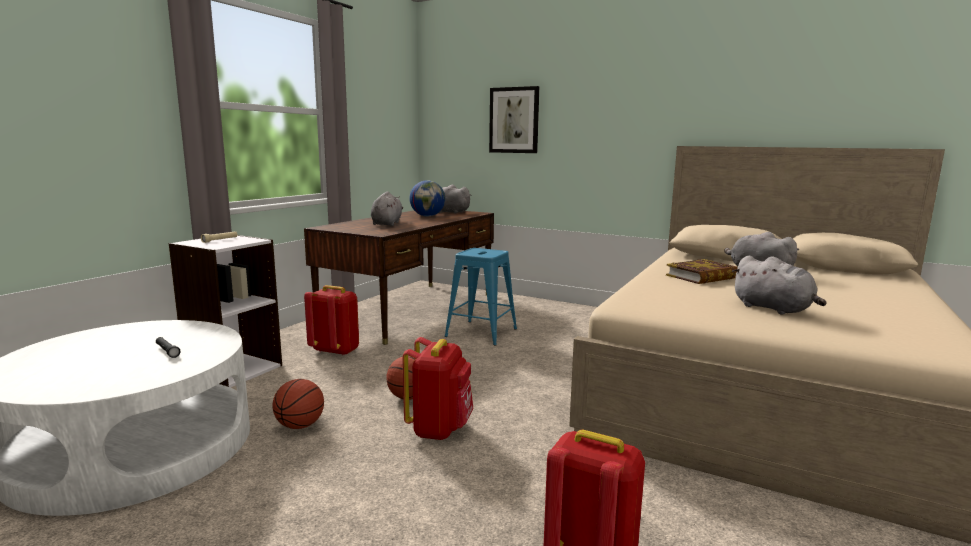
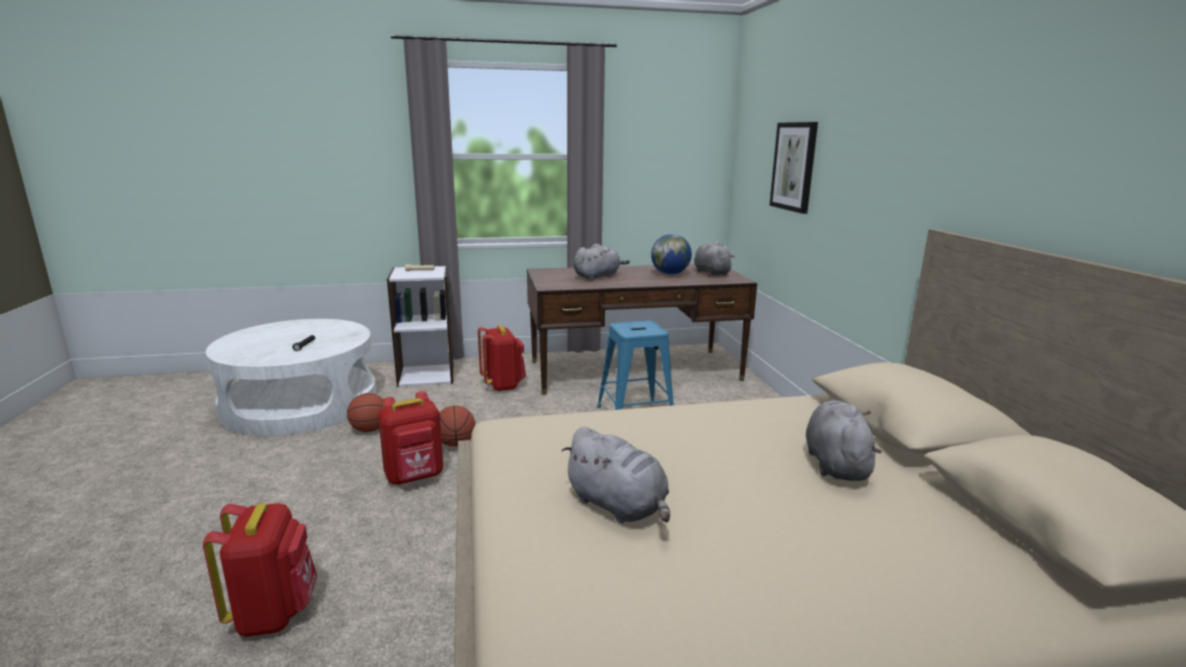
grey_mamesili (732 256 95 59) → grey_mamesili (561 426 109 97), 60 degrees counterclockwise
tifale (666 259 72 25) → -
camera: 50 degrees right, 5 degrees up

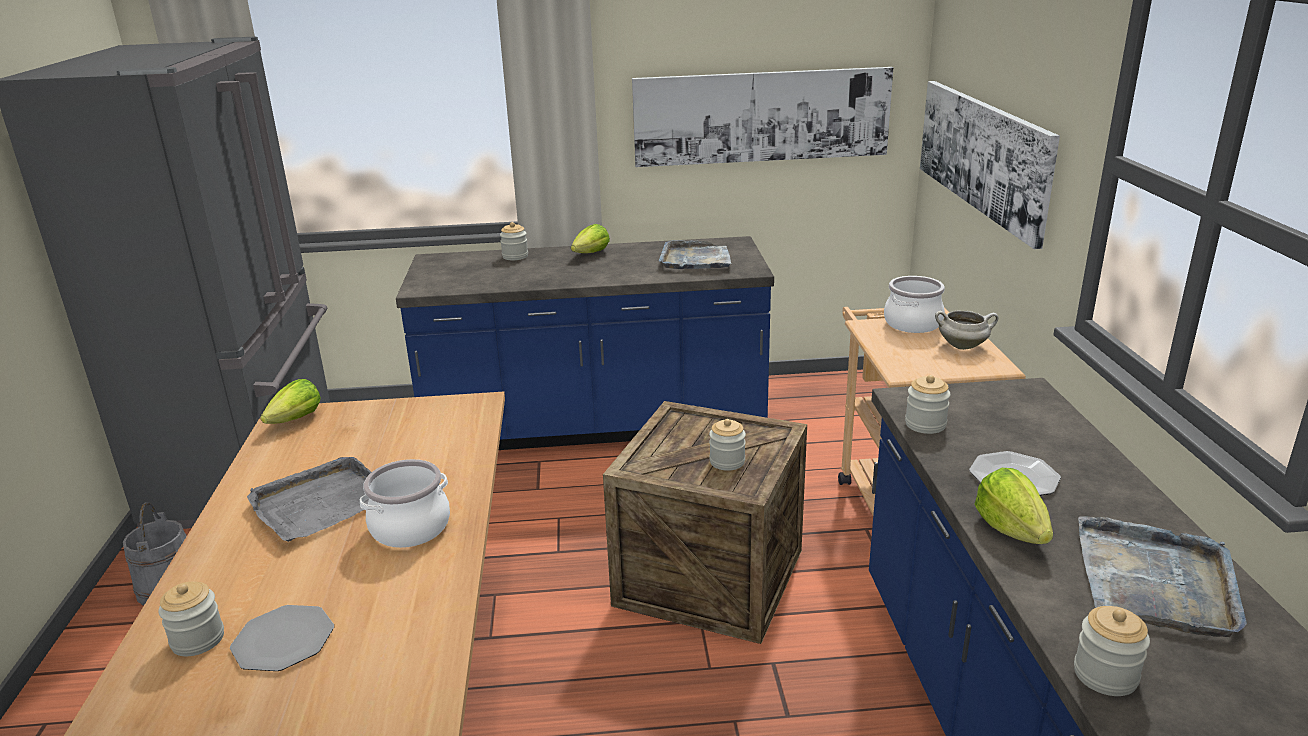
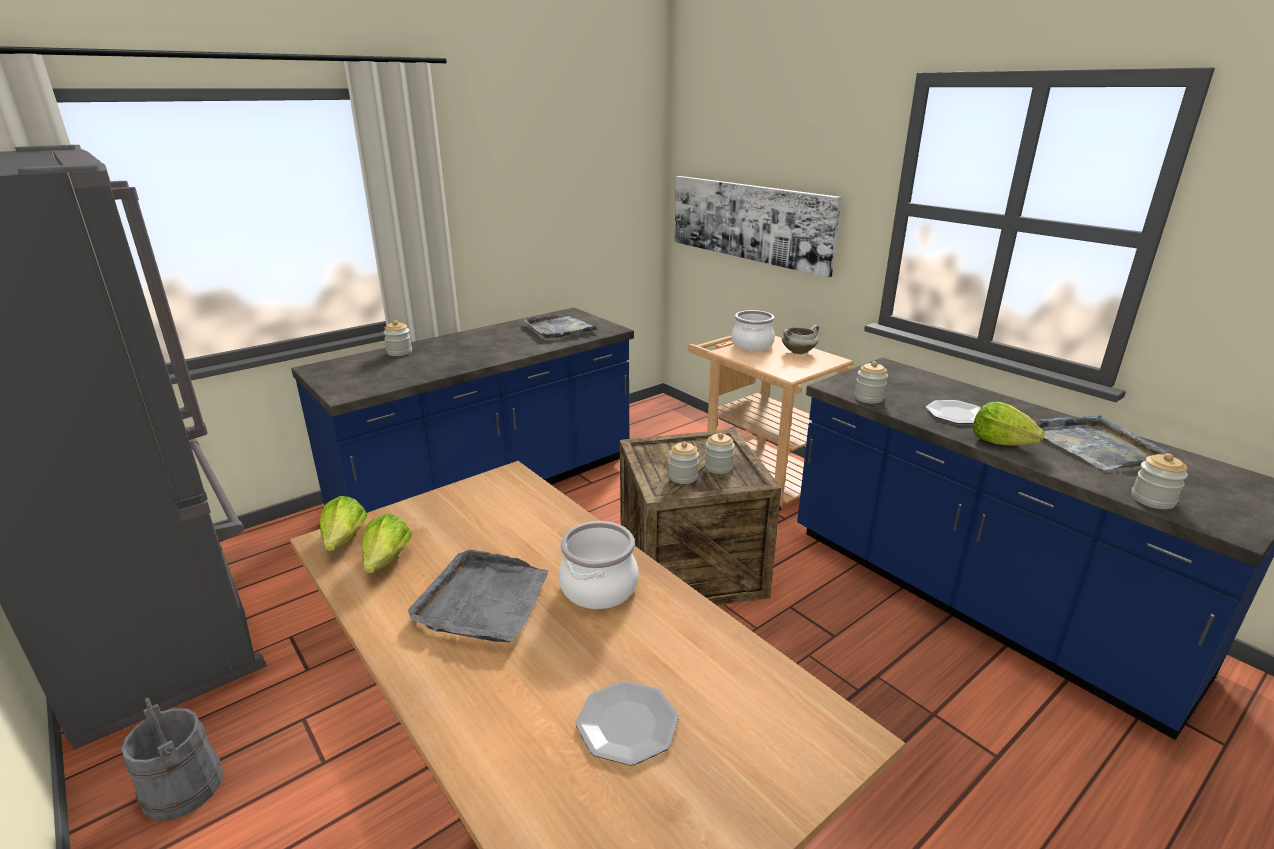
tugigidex (571 224 39 29) → tugigidex (362 514 50 59), shifted
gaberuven (159 582 65 74) → gaberuven (669 442 30 42), shifted
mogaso (632 67 261 100) → -
camera: 35 degrees left, 0 degrees up

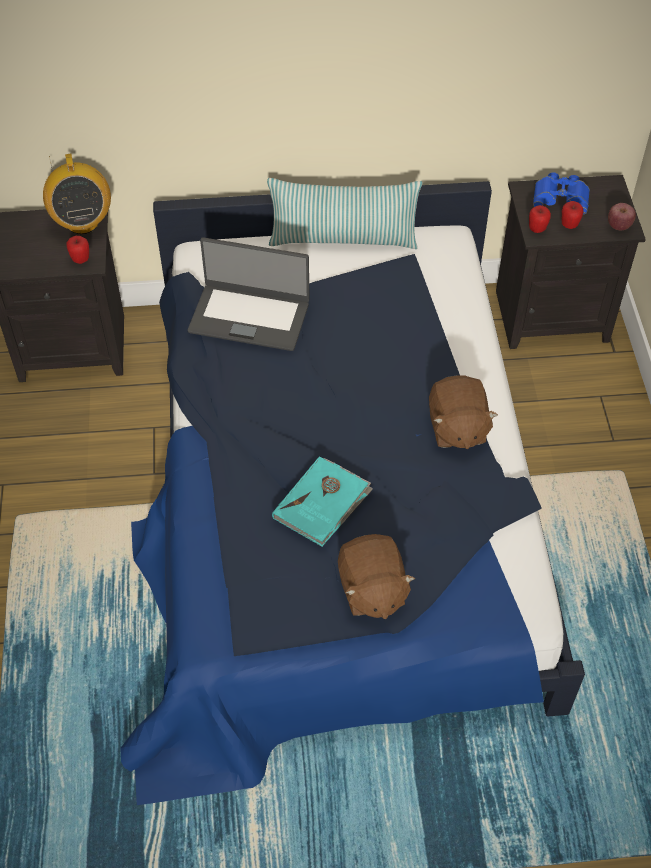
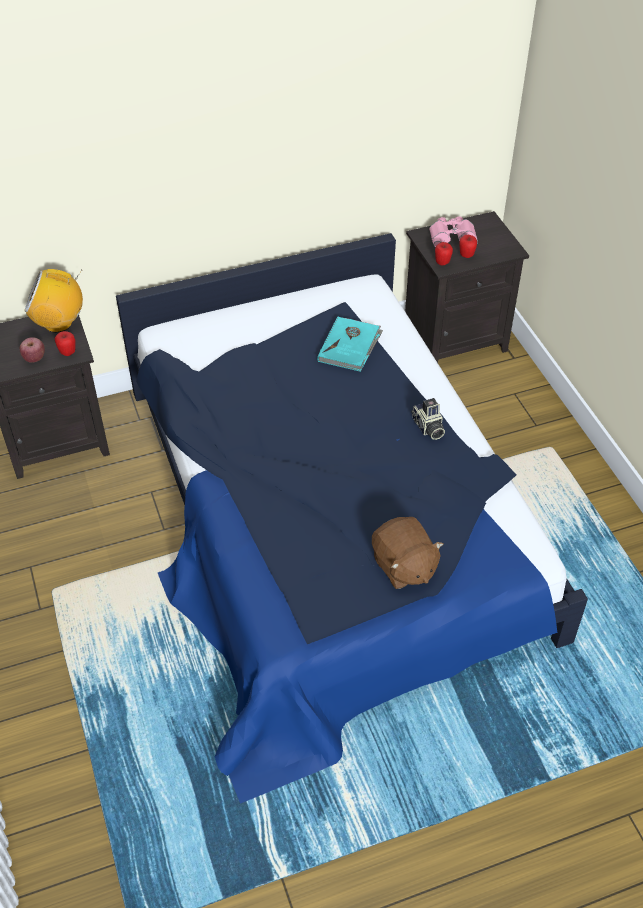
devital (608 203 28 27) → devital (20 337 25 26), shifted
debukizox (43 154 68 80) → debukizox (25 269 58 64), 120 degrees clockwise
turquoise_tifale (272 456 101 91) → turquoise_tifale (317 317 66 55), shifted
brown_mamesili (429 375 69 74) → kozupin (411 398 34 42)
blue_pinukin (533 172 57 43) → pink_pinukin (429 216 49 31)
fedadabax (188 237 122 114) → -
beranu (267 178 155 71) → -
camera: 15 degrees left, 5 degrees down

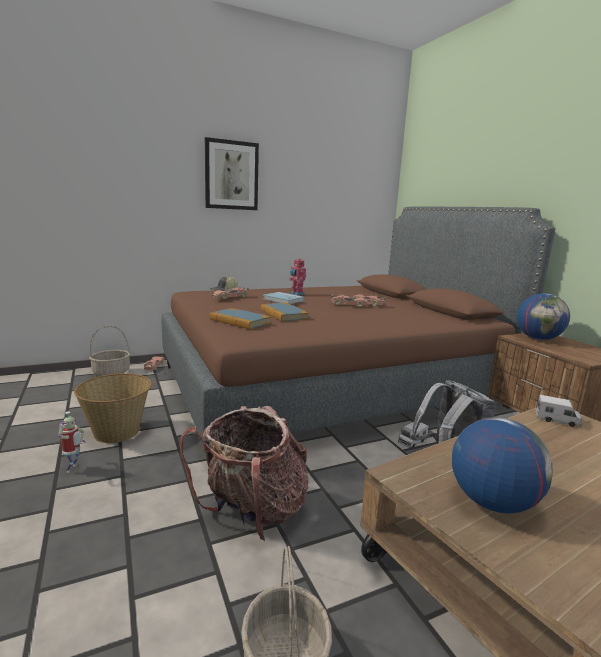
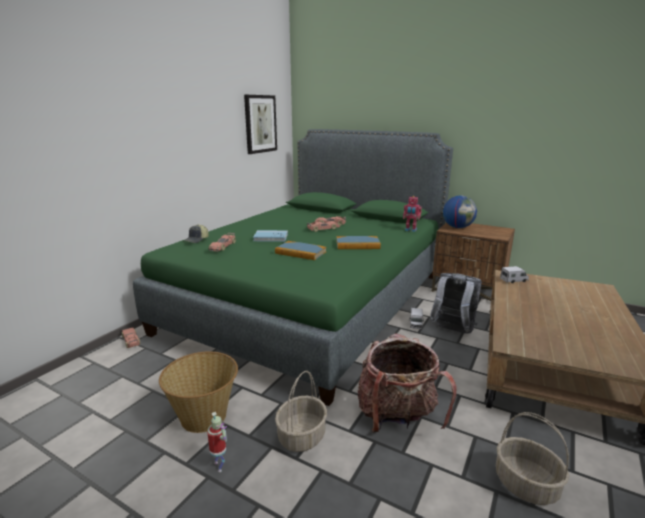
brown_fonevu (162 207 393 260) → green_fonevu (133 129 320 277)
mogaso (205 137 54 73) → mogaso (244 95 33 59), shifted
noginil (89 325 42 51) → noginil (275 371 52 81), shifted
tifale (210 308 61 21) → tifale (336 236 45 13), shifted
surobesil (289 258 17 37) → surobesil (403 196 19 36), shifted
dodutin (452 417 101 96) → -
camera: 35 degrees left, 5 degrees up

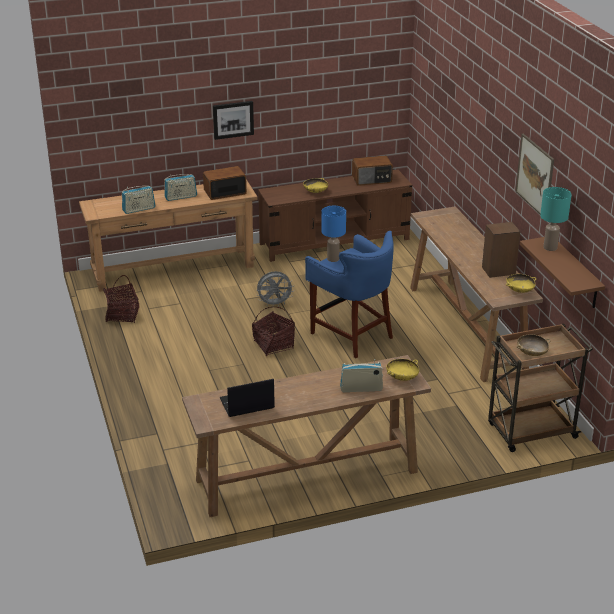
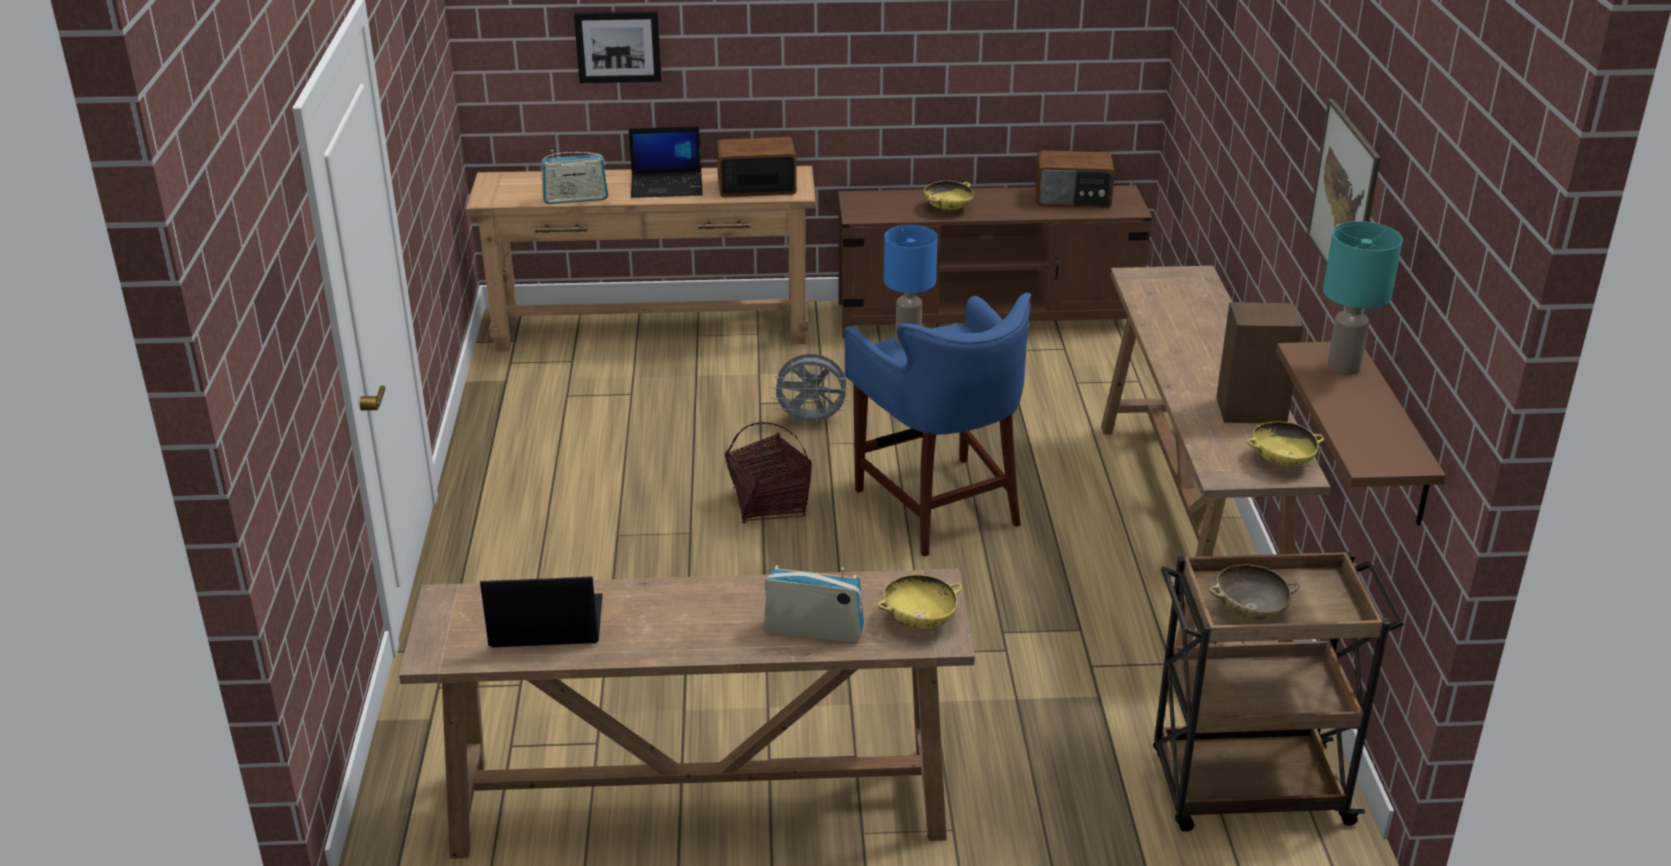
mogaso (213 101 41 39) → mogaso (574 11 88 72), shifted
debukizox (164 174 33 27) → fedadabax (629 126 74 72)
noginil (103 275 36 48) → -
camera: 15 degrees right, 0 degrees up

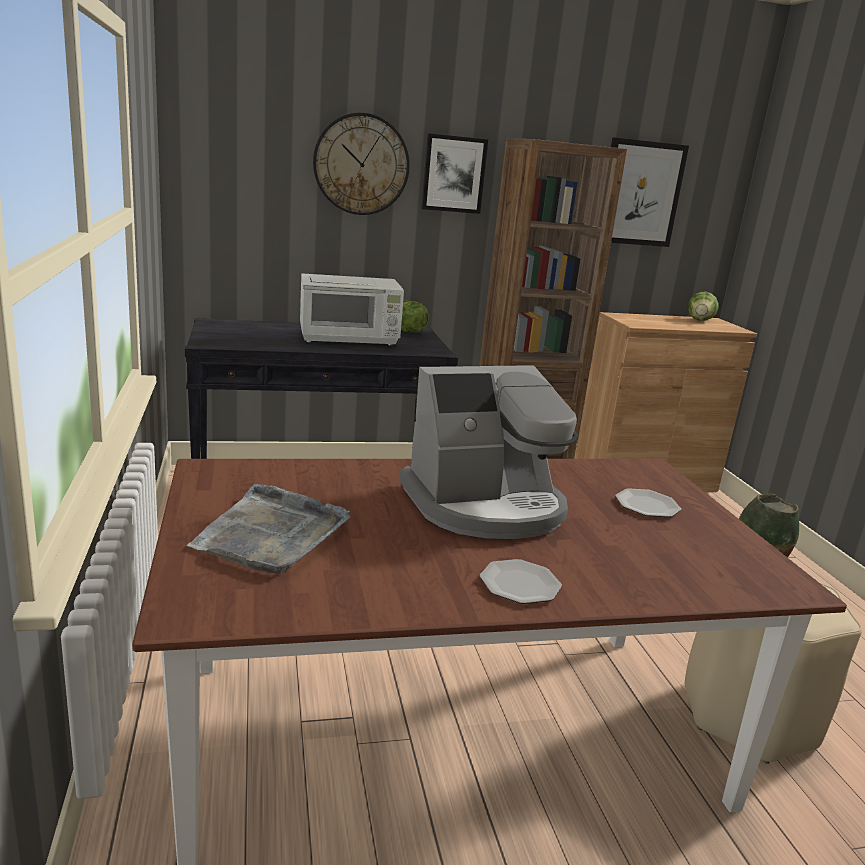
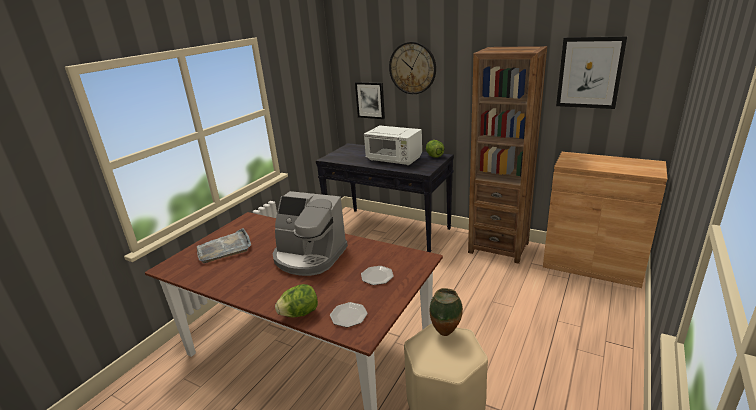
tugigidex (688 292 31 29) → tugigidex (275 284 43 33), shifted
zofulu (480 559 82 45) → zofulu (330 302 38 25), shifted
mogaso (421 133 67 81) → mogaso (355 82 30 37), shifted
camera: 45 degrees right, 5 degrees up

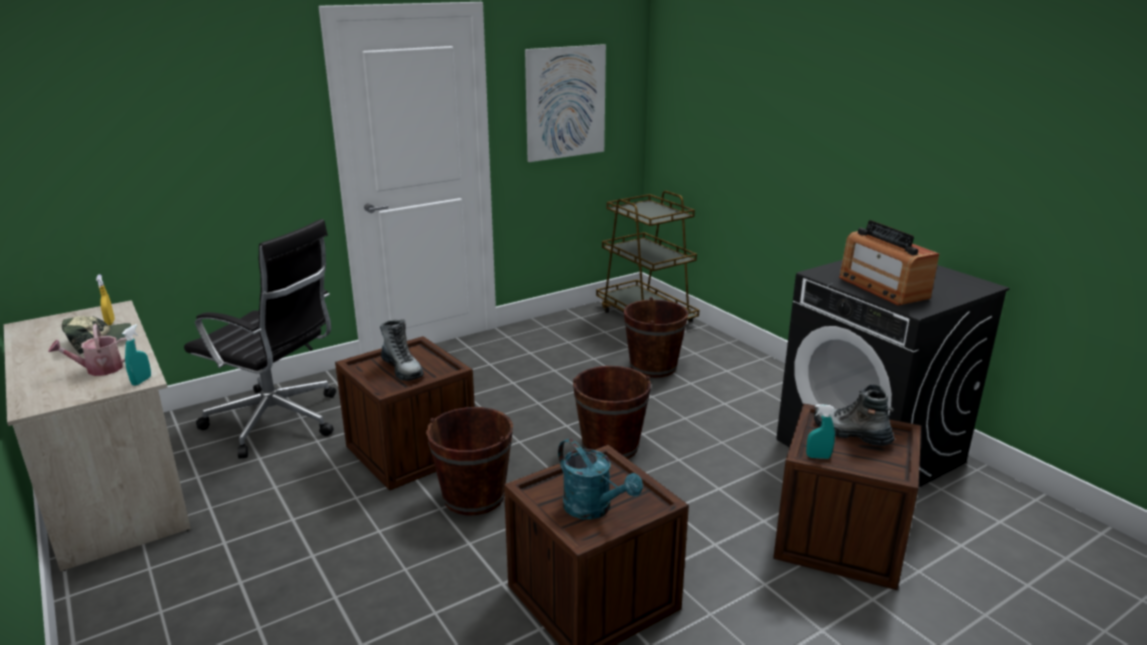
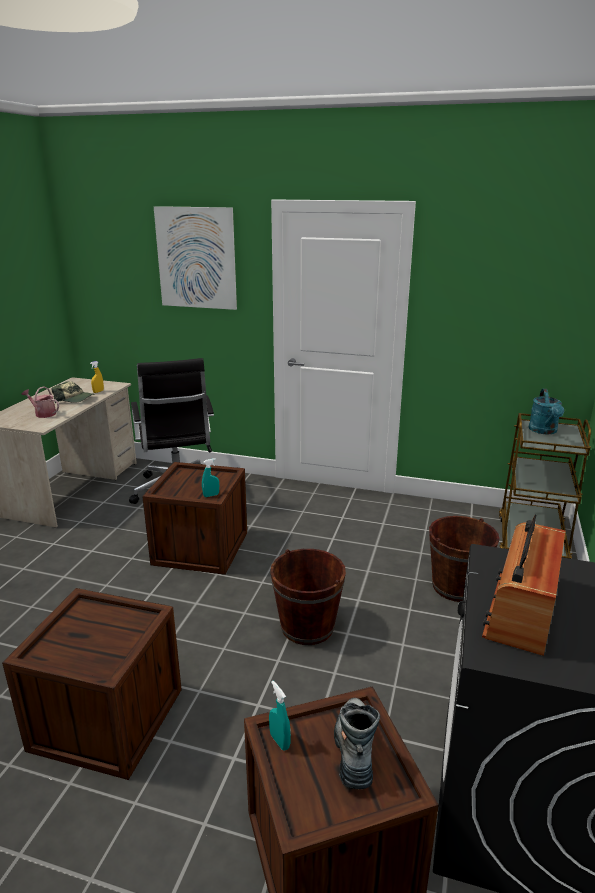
mogaso (525 44 81 118) → mogaso (154 206 83 104), shifted
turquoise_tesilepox (122 324 29 62) → turquoise_tesilepox (202 458 17 39), shifted
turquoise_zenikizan (558 439 85 80) → turquoise_zenikizan (528 389 36 46), shifted
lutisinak (380 319 44 62) → -
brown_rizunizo (426 407 87 108) → -
camera: 50 degrees right, 0 degrees up

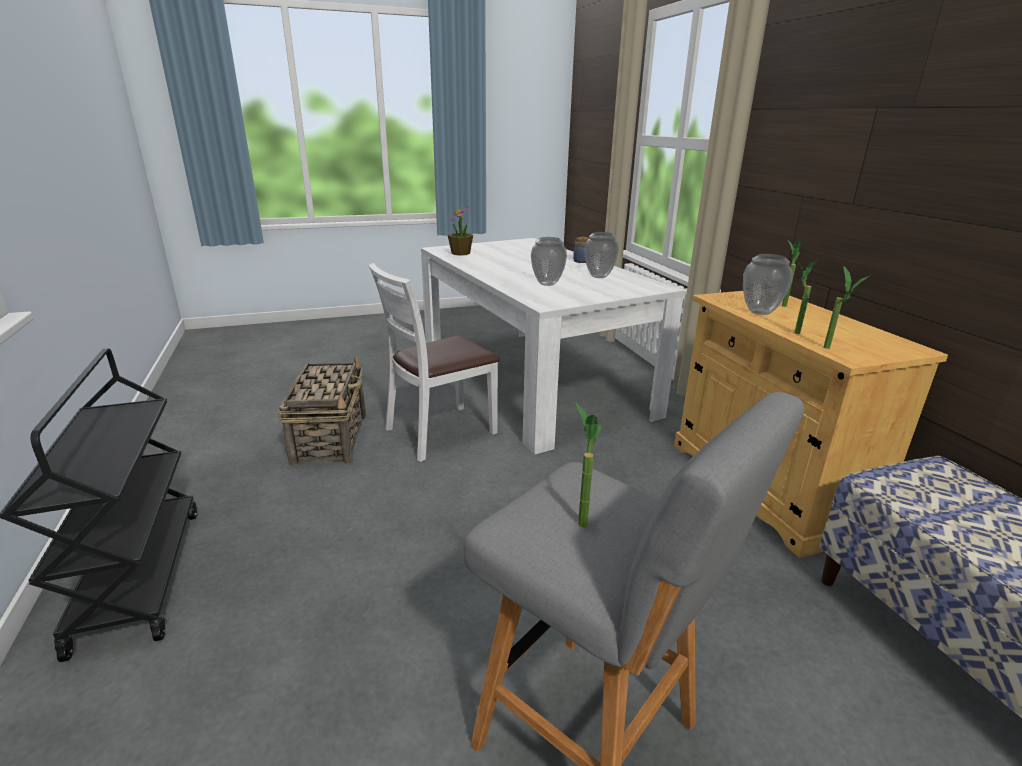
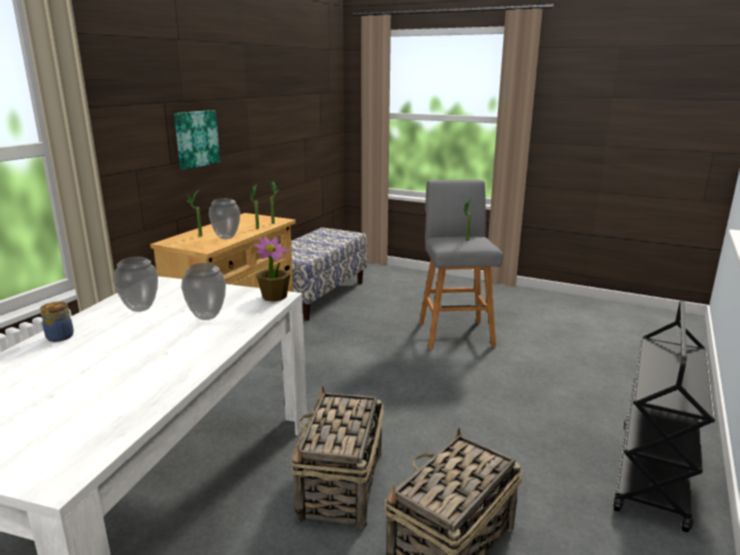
- → mogaso (174 110 46 60)
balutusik (448 207 25 49) → balutusik (254 237 36 65), shifted
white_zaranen (368 263 132 199) → noginil (291 386 93 143)
camera: 135 degrees left, 5 degrees down

